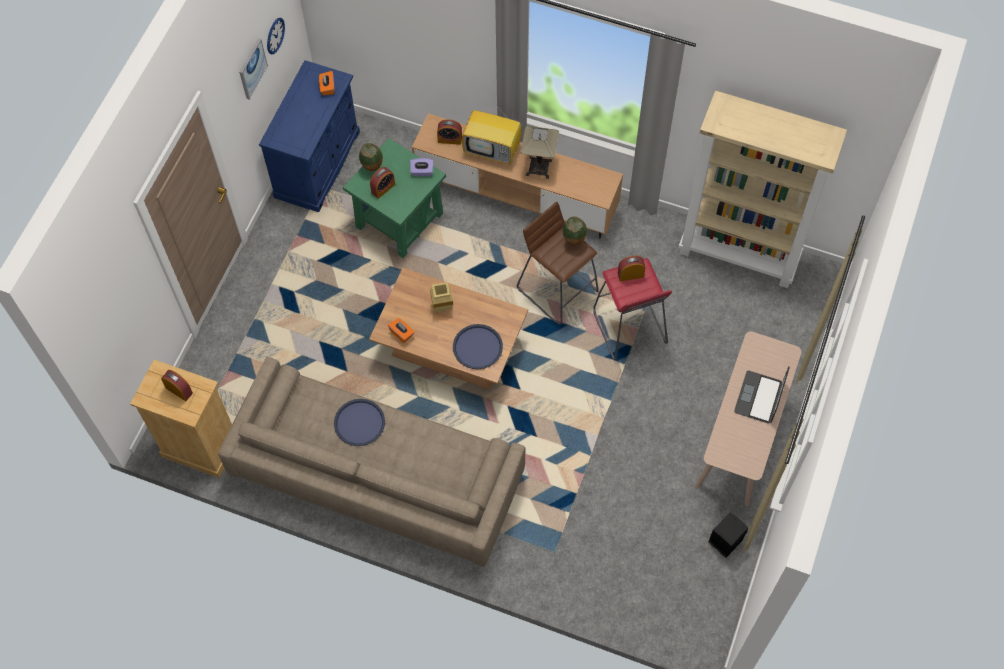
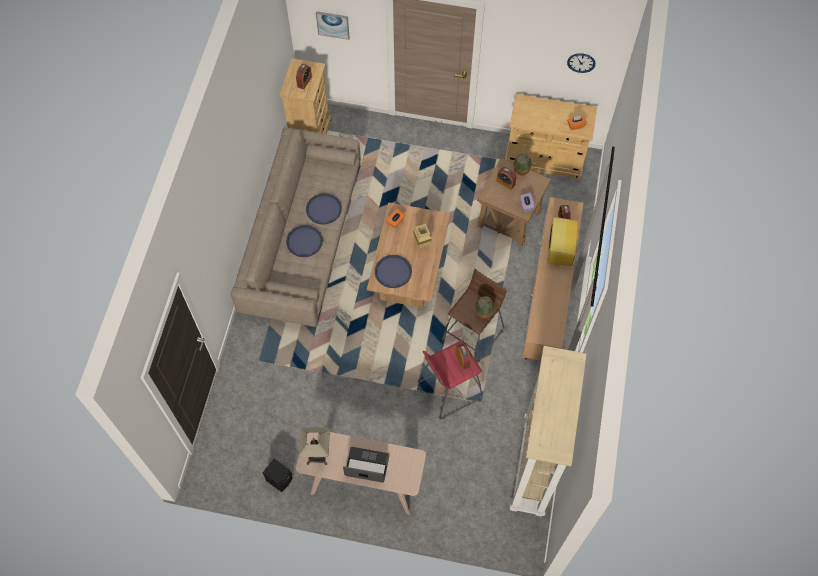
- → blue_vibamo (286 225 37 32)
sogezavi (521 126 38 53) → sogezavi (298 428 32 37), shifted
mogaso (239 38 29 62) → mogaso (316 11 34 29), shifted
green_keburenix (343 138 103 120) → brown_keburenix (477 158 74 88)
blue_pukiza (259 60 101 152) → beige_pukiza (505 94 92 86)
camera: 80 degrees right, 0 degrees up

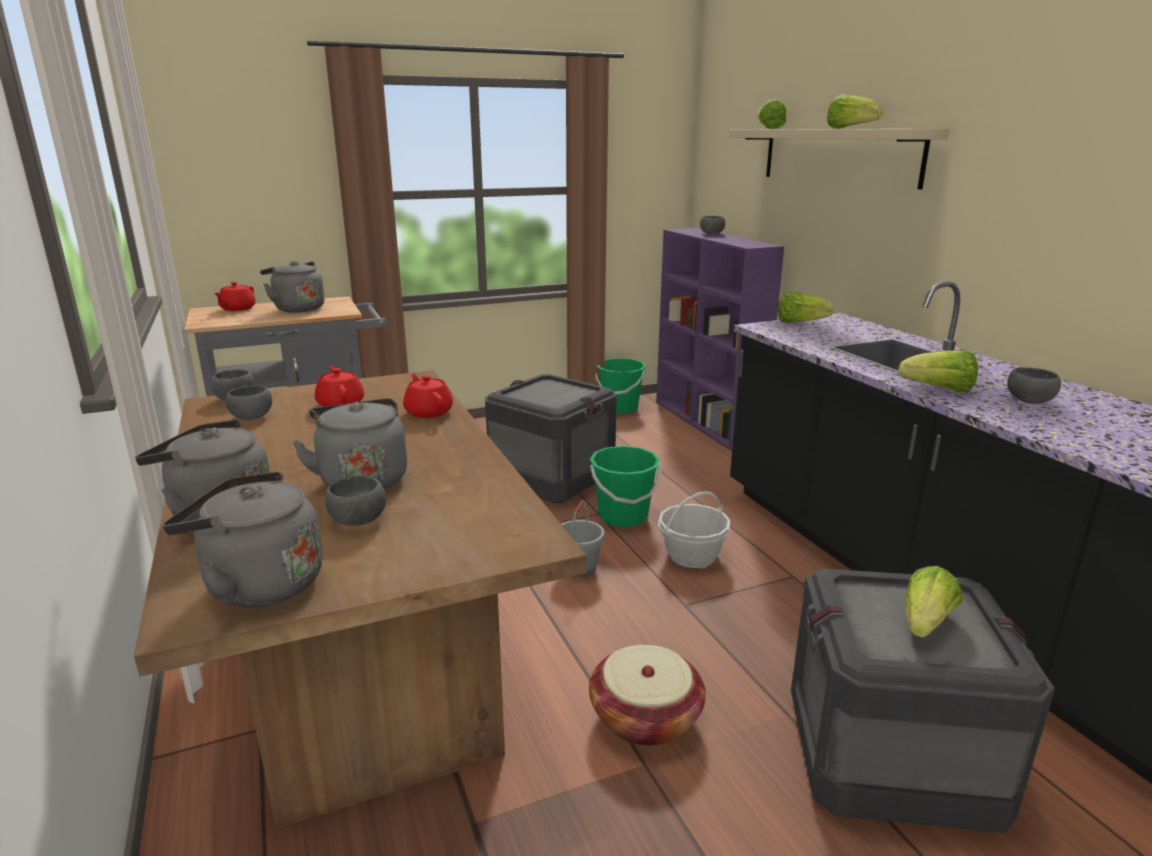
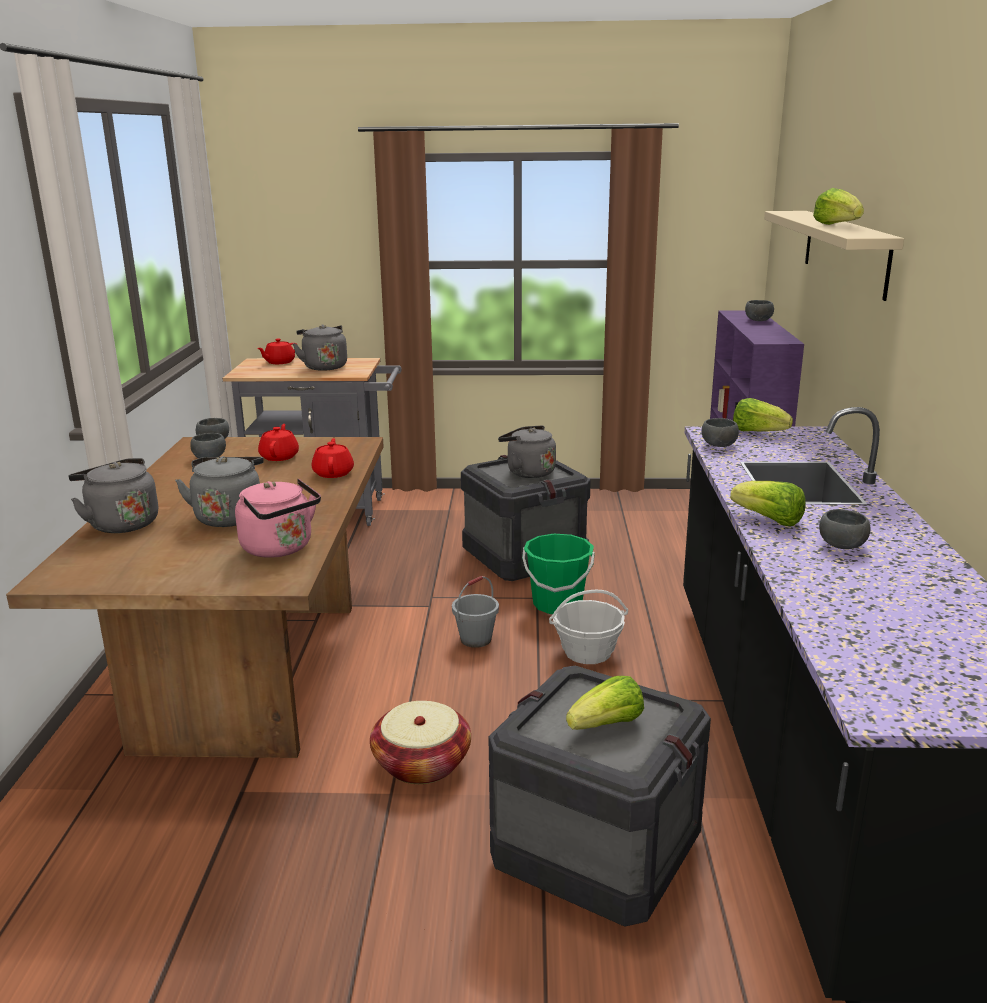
- → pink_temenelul (235 478 86 80)
grey_temenelul (163 471 160 136) → grey_temenelul (498 425 58 53), shifted
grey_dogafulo (325 475 61 51) → grey_dogafulo (702 418 37 29), shifted
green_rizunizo (595 358 51 55) → -
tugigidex (758 99 28 30) → -
camera: 25 degrees right, 0 degrees up

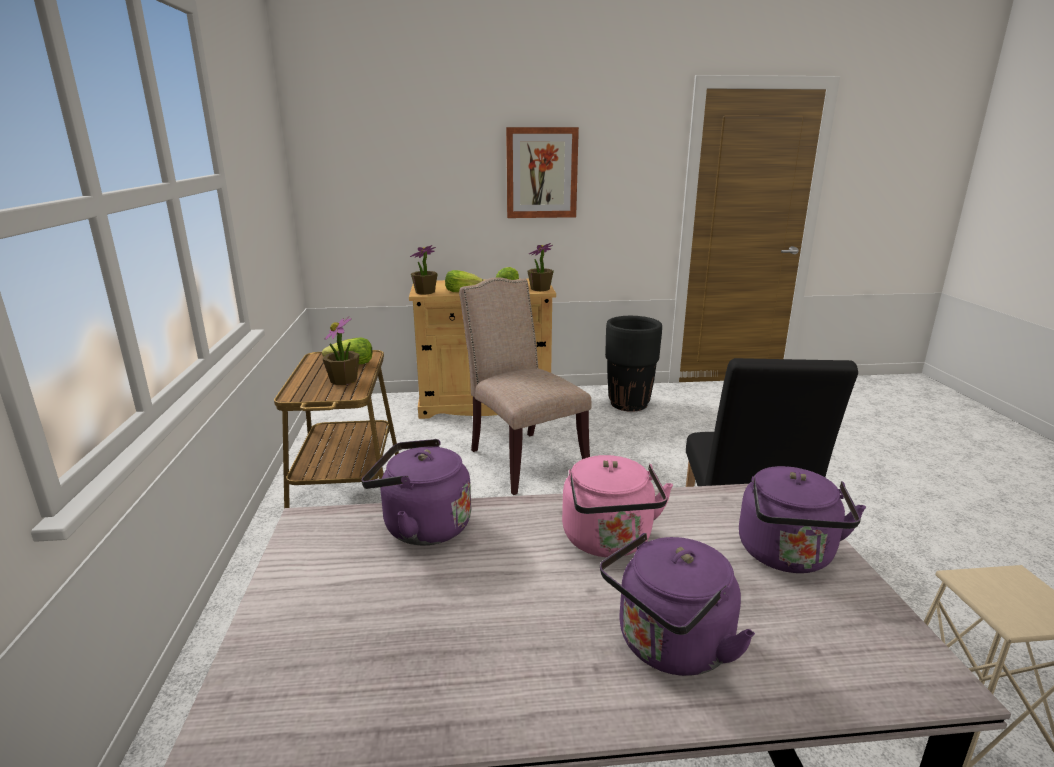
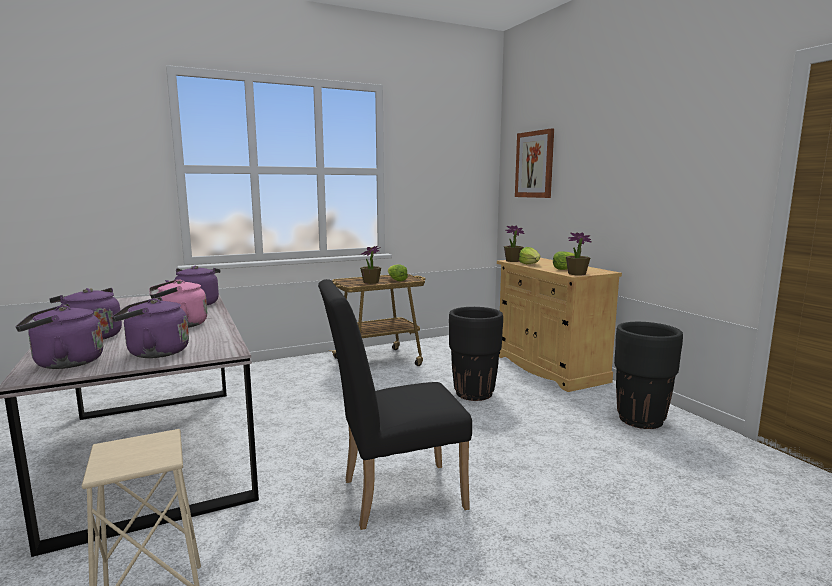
- → purple_temenelul (15 304 88 65)
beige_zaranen (459 277 133 218) → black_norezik (449 307 54 94)
mogaso (506 127 73 91) → mogaso (515 129 39 69), shifted
camera: 70 degrees right, 10 degrees down

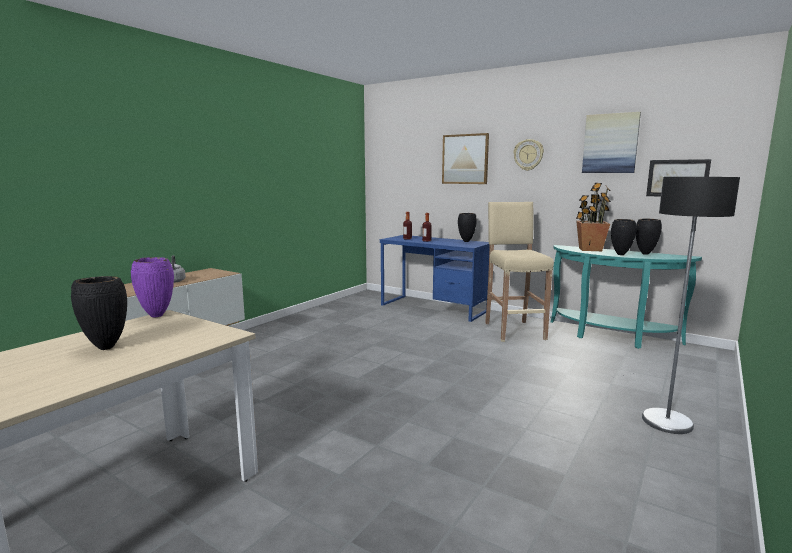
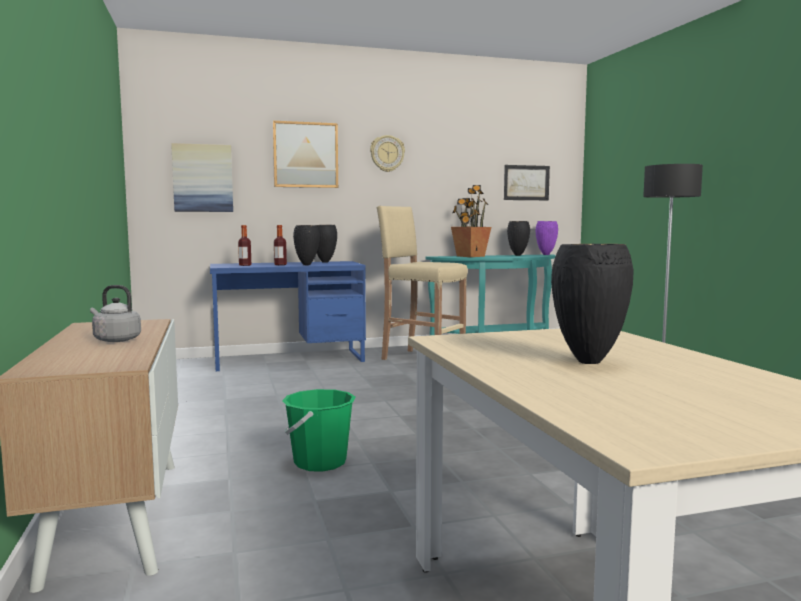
mogaso (582 112 59 61) → mogaso (171 143 62 69), shifted
- → green_rizunizo (282 389 74 83)
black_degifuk (611 219 26 36) → black_degifuk (293 225 27 40), shifted
purple_degifuk (131 257 43 60) → purple_degifuk (536 221 22 34), shifted
camera: 50 degrees left, 5 degrees down

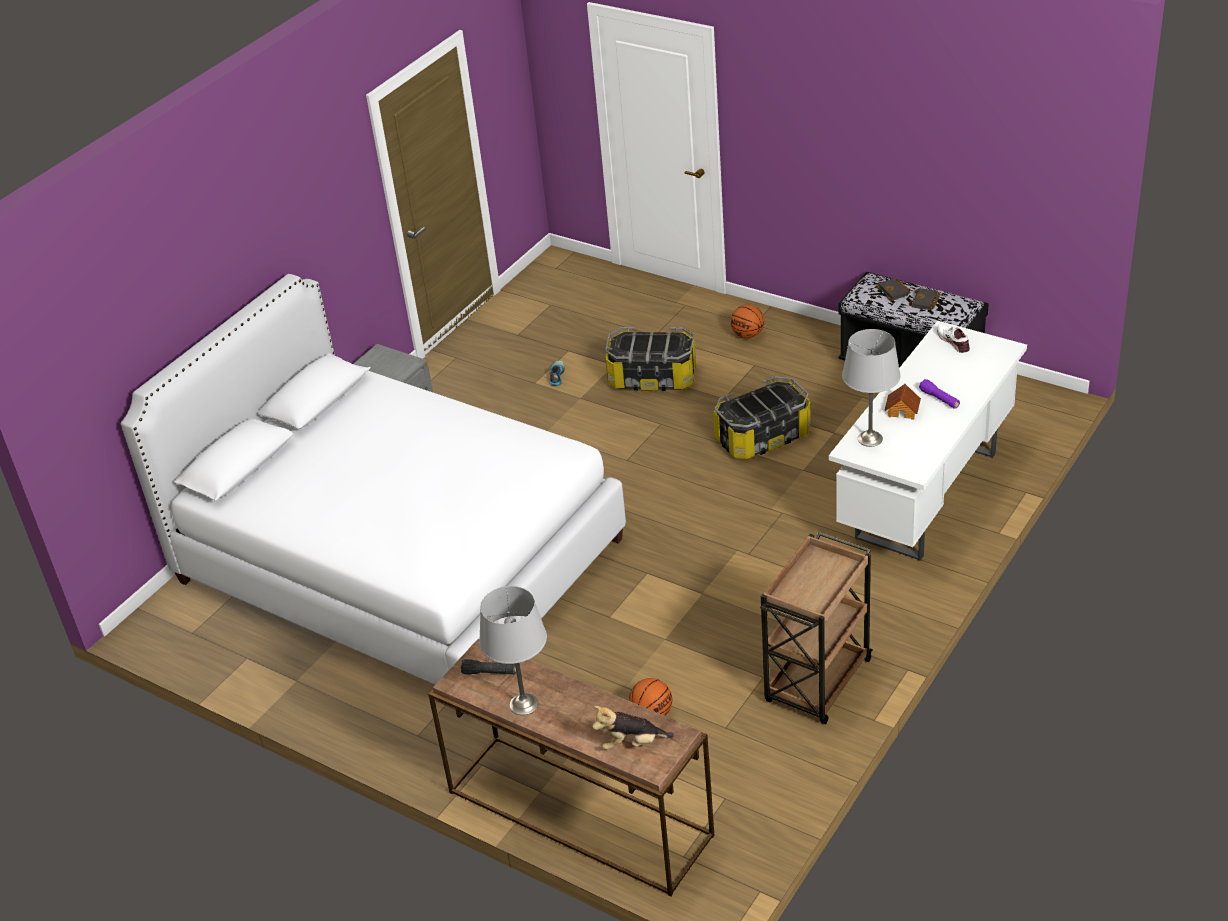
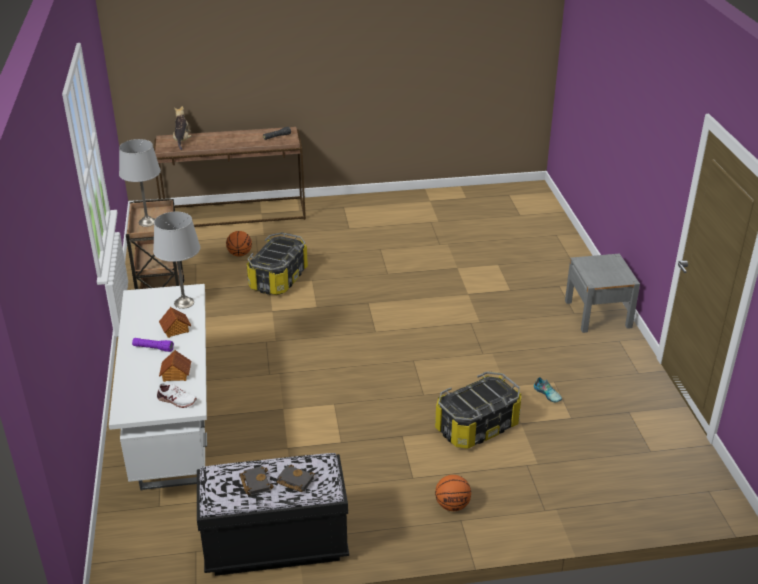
grey_sogezavi (479 586 68 129) → grey_sogezavi (119 139 42 88), shifted
- → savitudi (159 350 32 32)
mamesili (592 706 82 44) → mamesili (173 106 19 44), 45 degrees counterclockwise
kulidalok (713 376 98 83) → kulidalok (247 232 61 63), shifted
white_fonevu (121 274 505 411) → -
camera: 135 degrees right, 5 degrees down

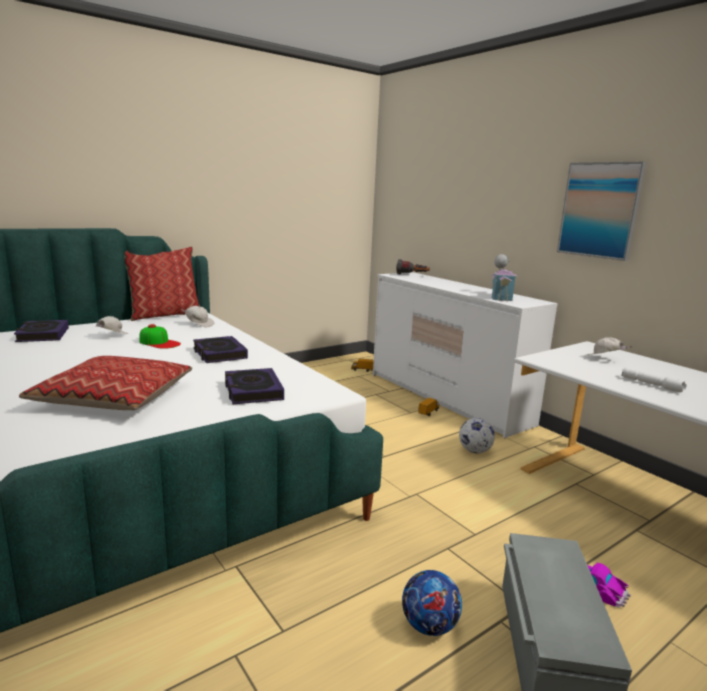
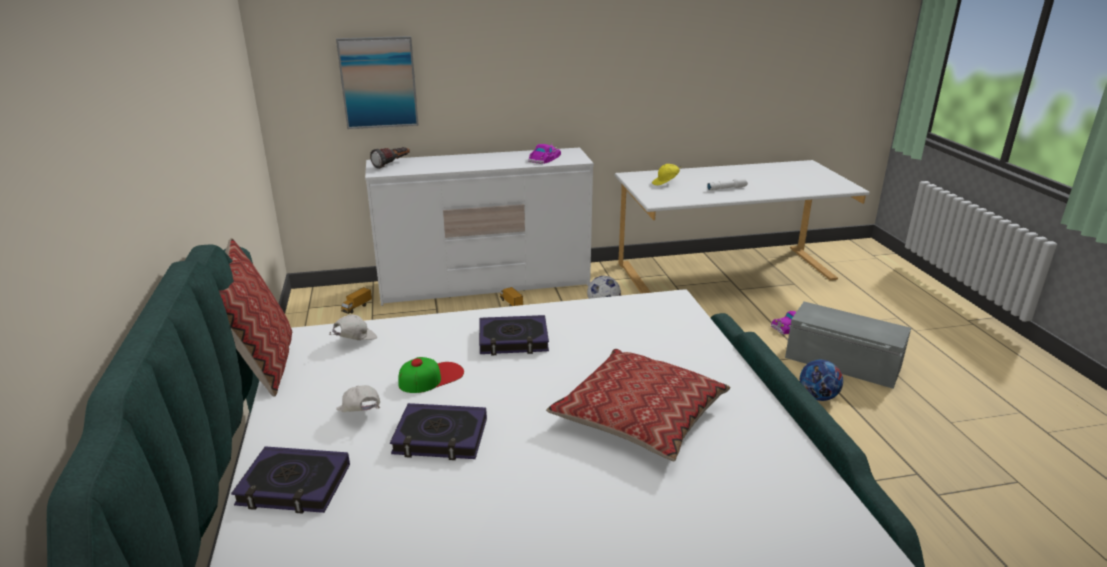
mogaso (557 161 89 100) → mogaso (336 36 83 93), shifted
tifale (225 368 59 36) → tifale (390 403 97 57), shifted
savitudi (491 254 26 48) → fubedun (528 144 33 20)
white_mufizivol (585 337 47 19) → yellow_mufizivol (652 164 29 21)
camera: 65 degrees left, 10 degrees up

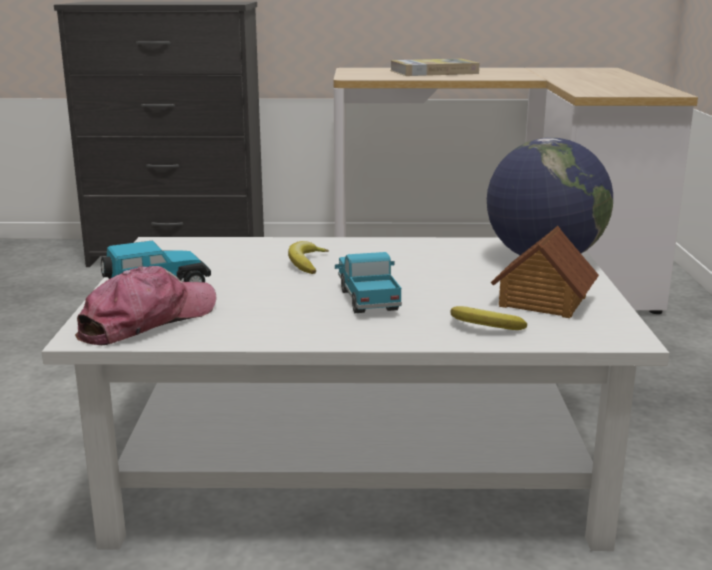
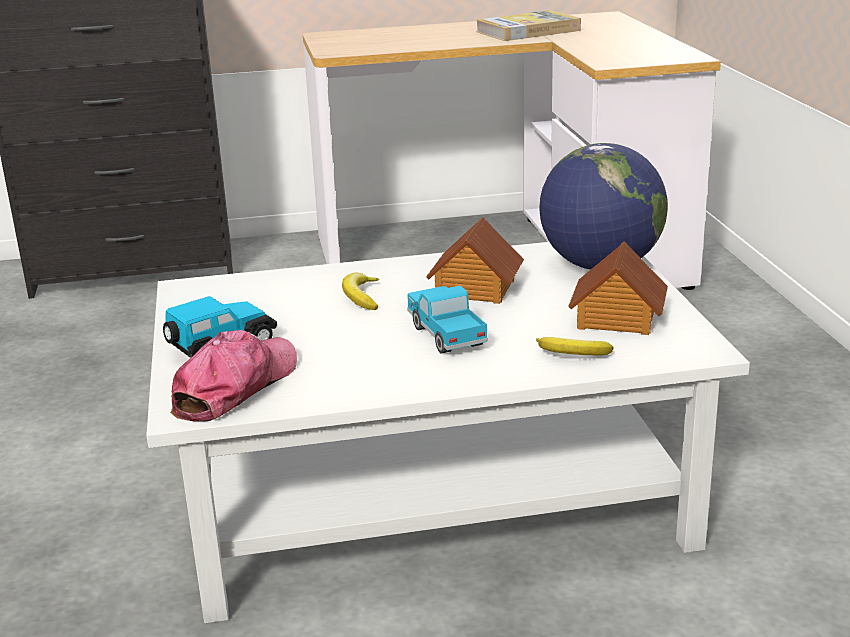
- → savitudi (426 217 98 87)
tifale (390 58 89 18) → tifale (476 10 105 31), shifted
camera: 10 degrees left, 5 degrees up

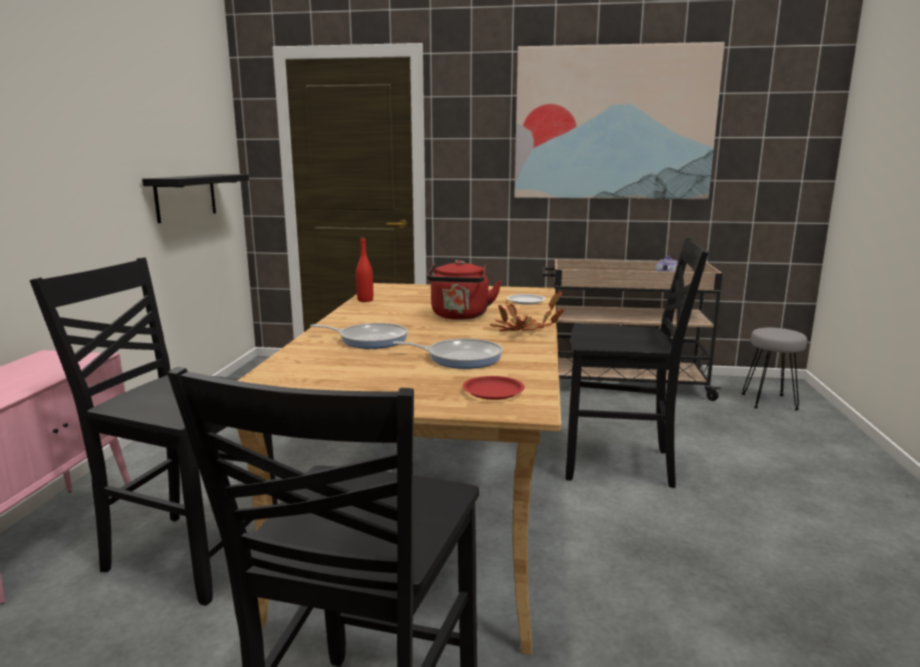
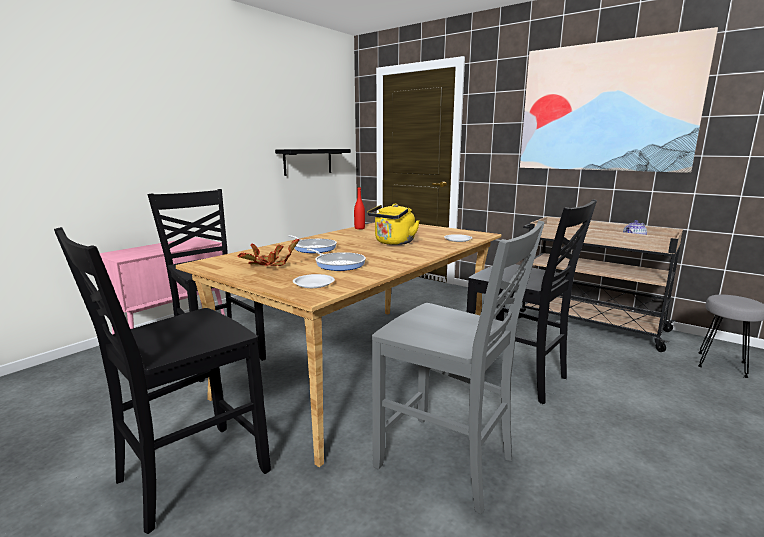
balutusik (490 292 74 40) → balutusik (237 239 63 27), shifted
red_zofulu (463 376 62 24) → white_zofulu (293 274 42 14)
red_temenelul (427 260 74 60) → yellow_temenelul (367 204 53 41)
- → grey_zaranen (372 220 173 294)
camera: 30 degrees right, 0 degrees up

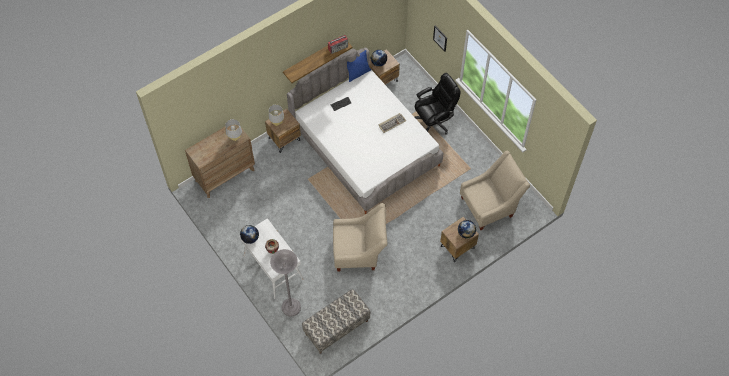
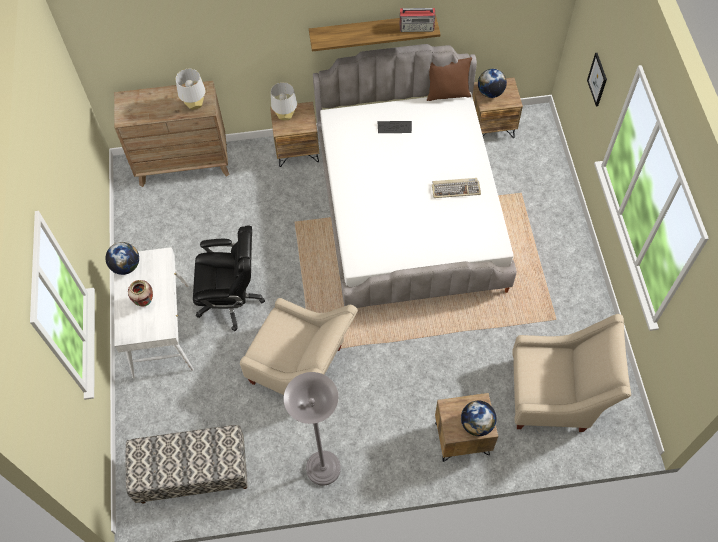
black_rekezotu (415 73 46 61) → black_rekezotu (193 225 72 106), shifted
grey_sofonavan (270 249 31 68) → grey_sofonavan (284 372 57 114), shifted
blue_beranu (347 50 24 32) → brown_beranu (427 57 45 44)
camera: 30 degrees right, 0 degrees up

